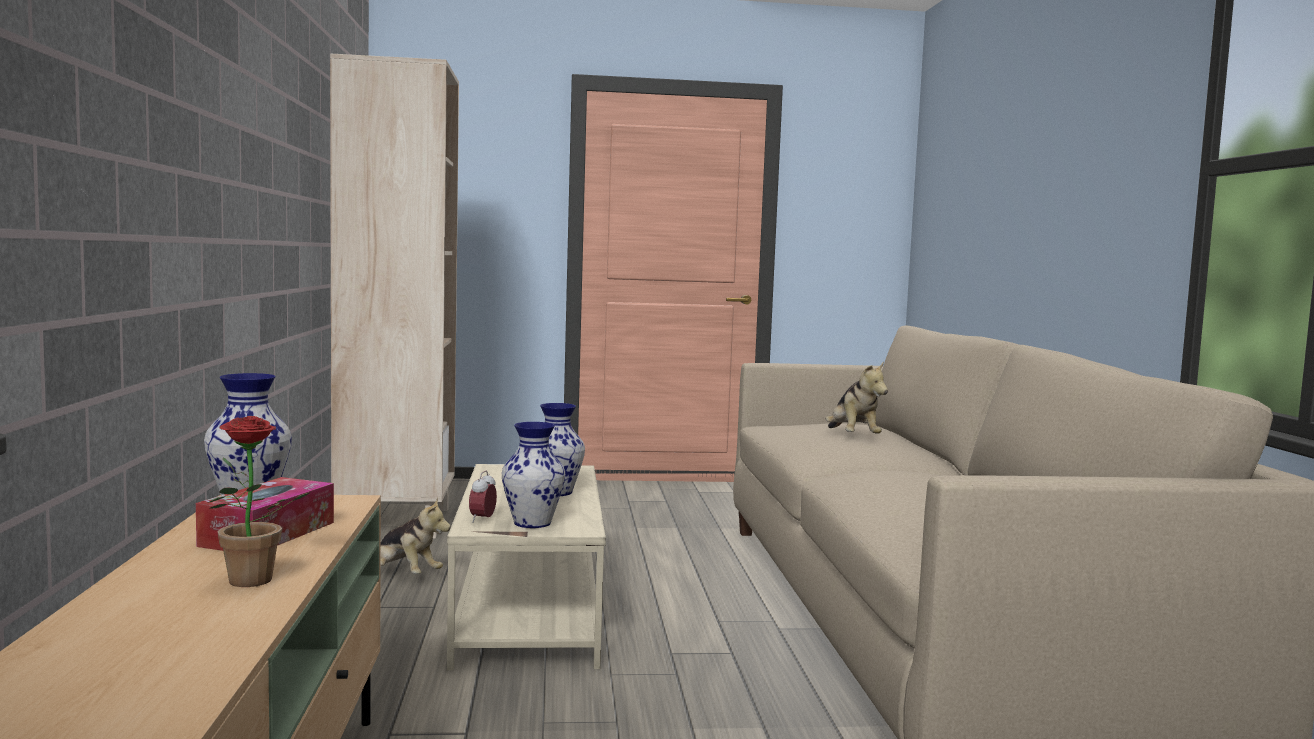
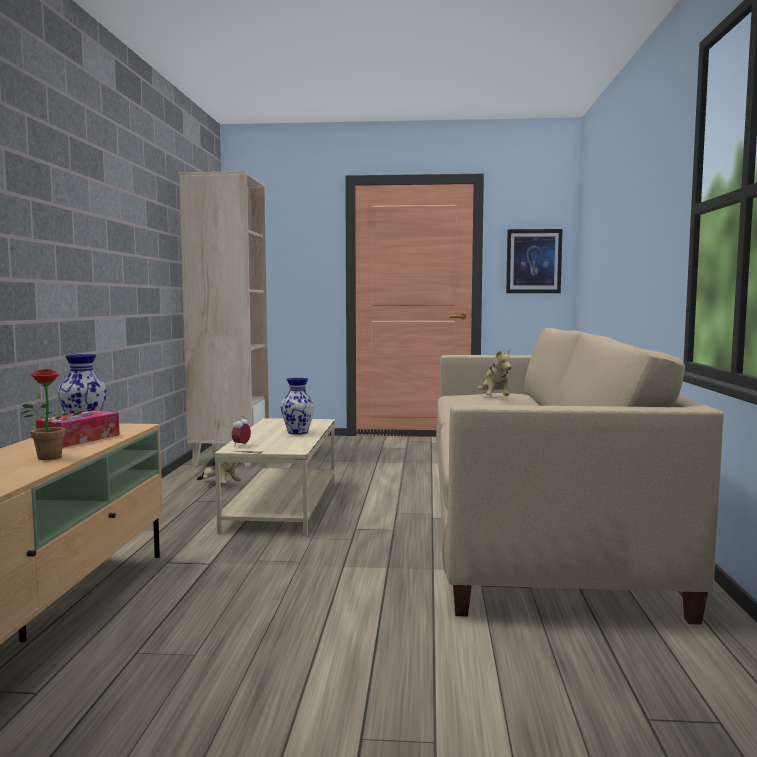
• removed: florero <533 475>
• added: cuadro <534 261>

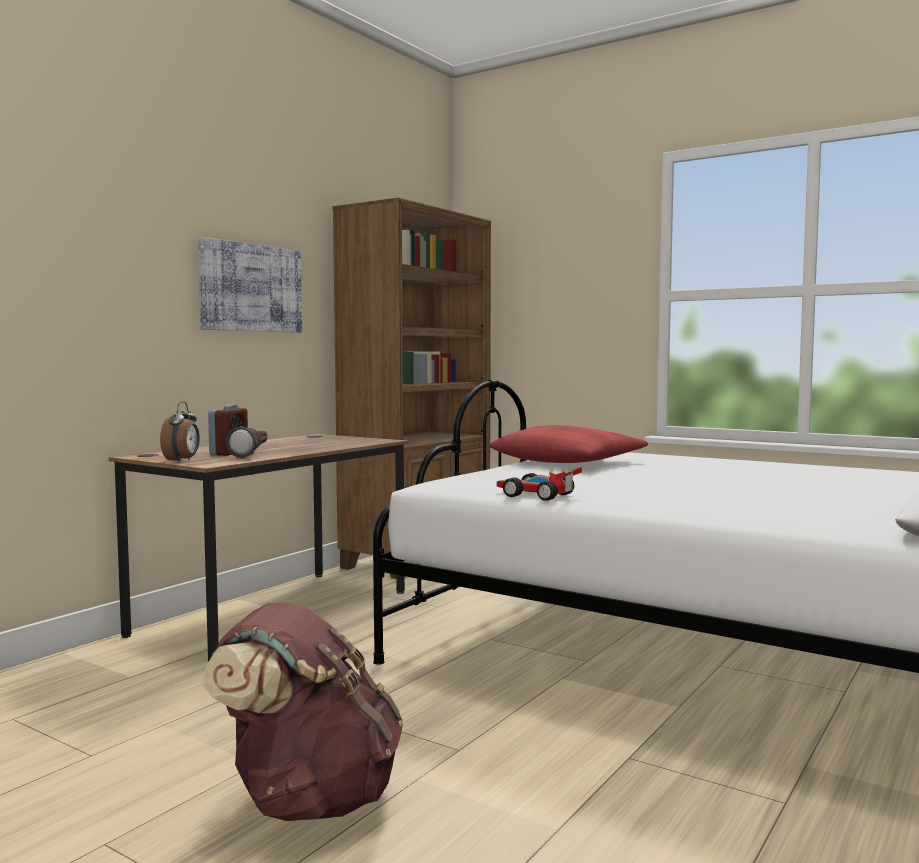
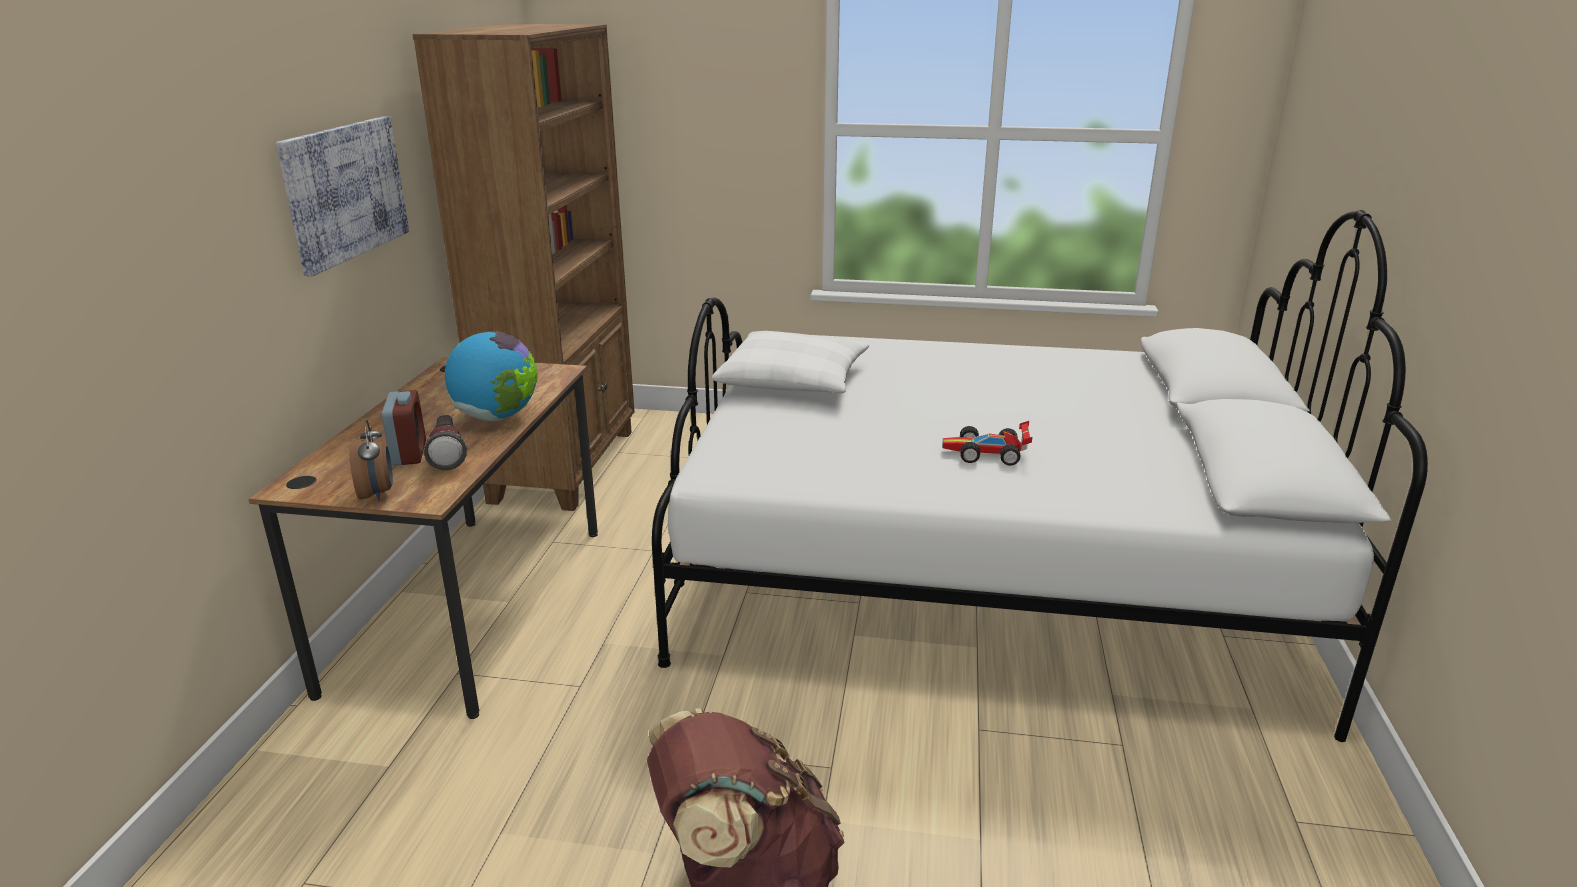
• recoloured: cojín/rojo <568 444> to cojín/blanco <790 362>
• moved: coche de juguete <539 484> to <987 443>
• added: globo terráqueo <491 376>

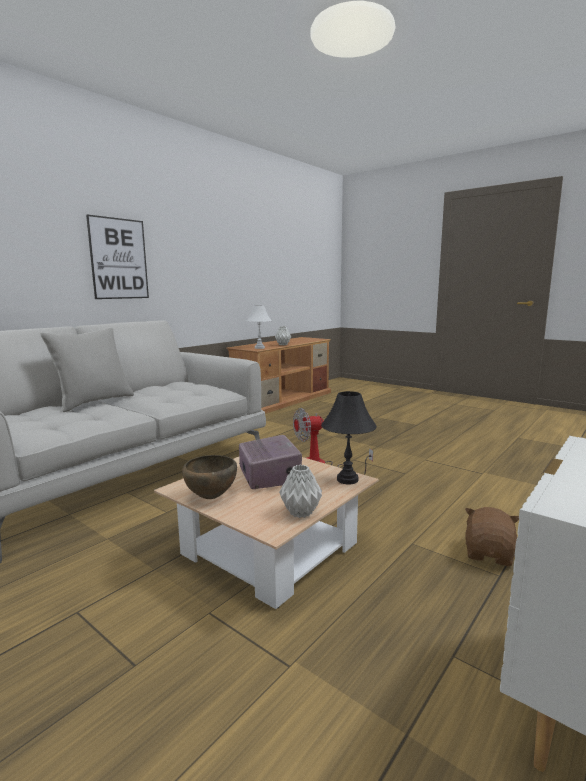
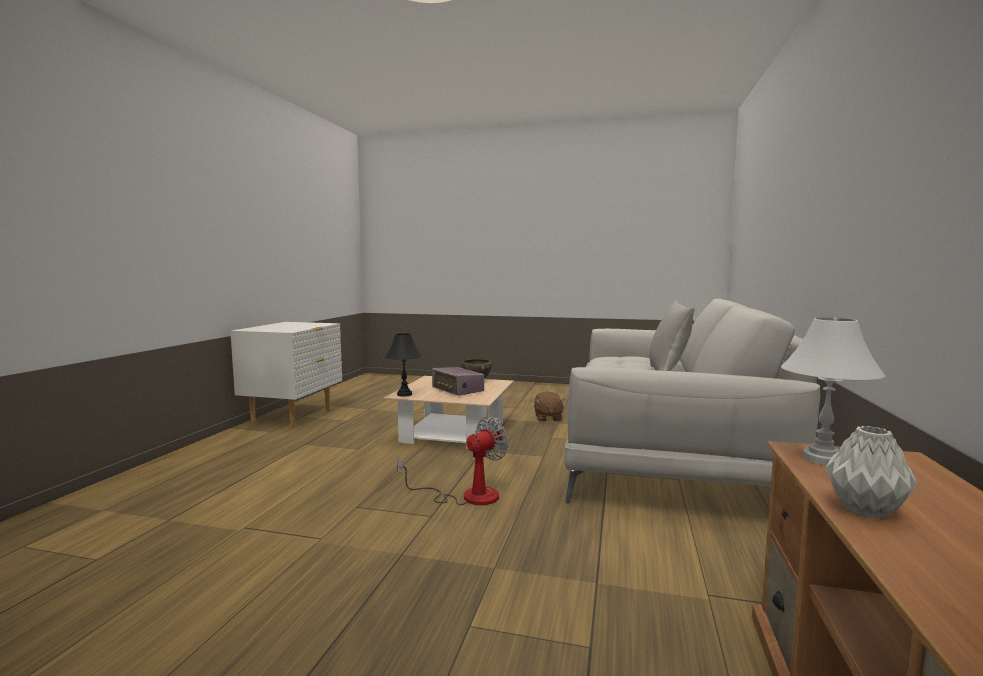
• removed: cuadro <117 256>
• removed: florero/gris <300 491>
• moved: peluche/marrón <492 536> to <549 406>

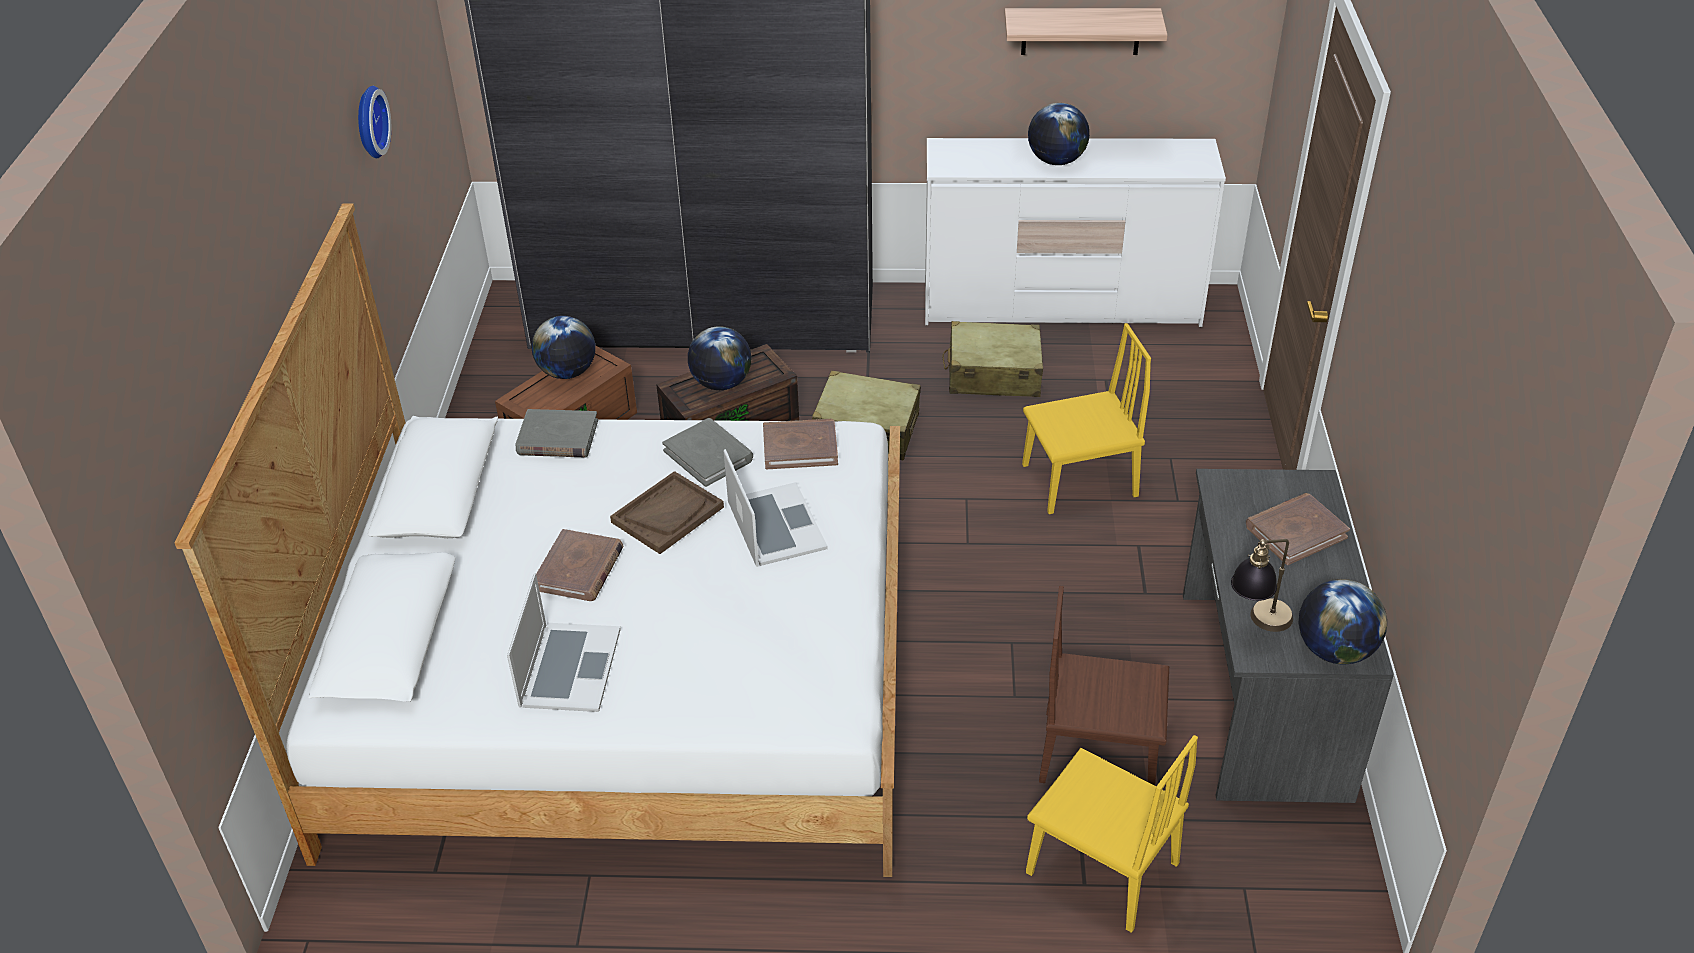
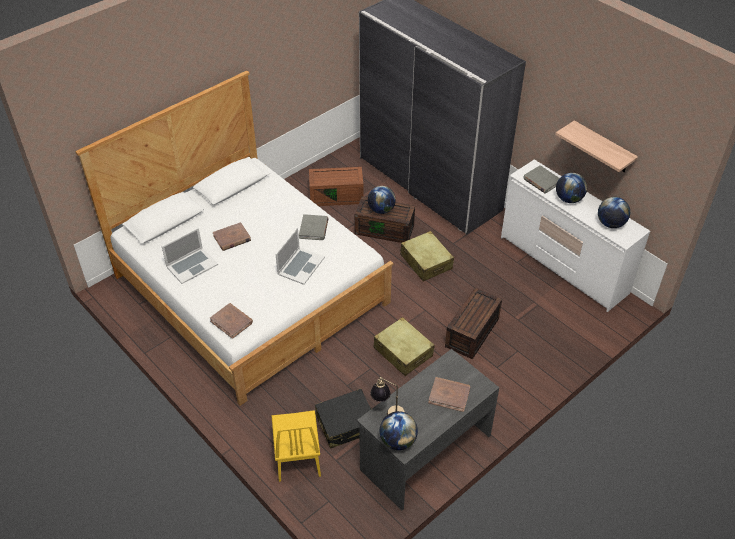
• removed: reloj de pared <374 122>
• moved: libro/gris <556 433> to <541 179>
• moved: globo terráqueo <564 347> to <614 212>
• removed: bandeja/marrón <667 512>
• moved: libro/marrón <800 444> to <231 321>
• moved: maleta/beis <992 359> to <404 346>
• replaced: silla/amarillo <1086 418> to caja de almacenaje/marrón <473 323>
• replaced: silla/marrón <1104 686> to maleta/negro <343 419>

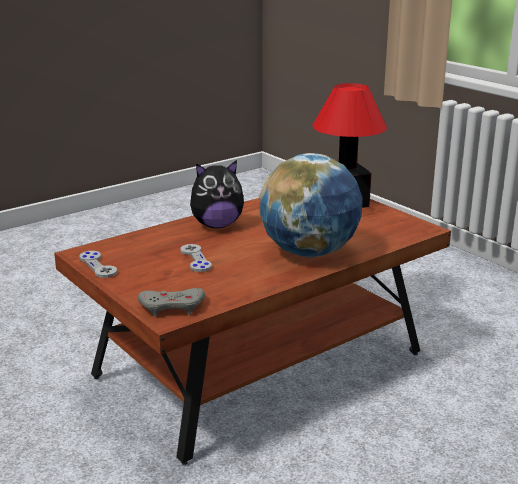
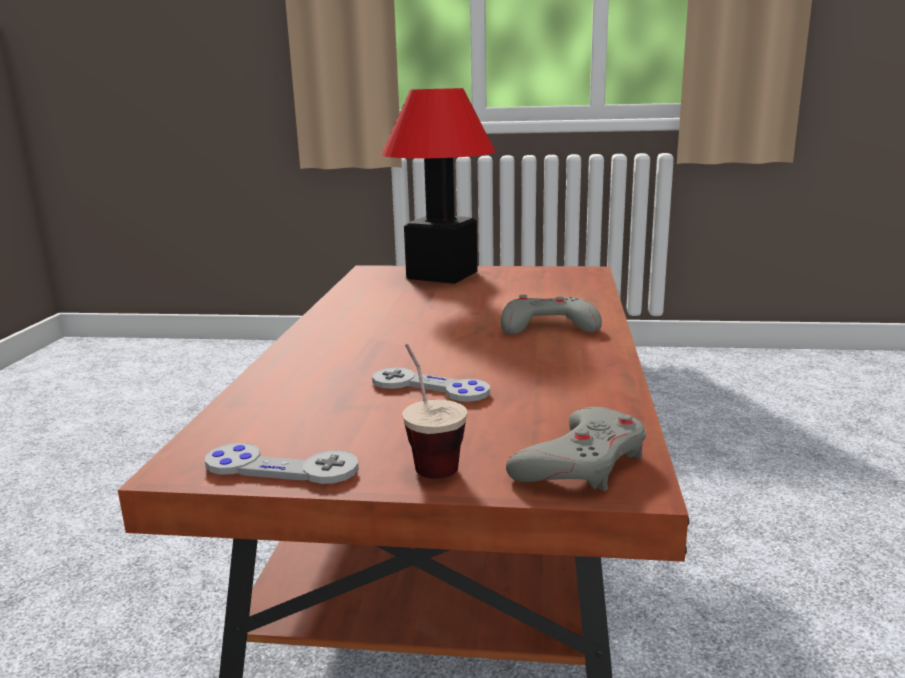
• removed: peluche <217 194>
• replaced: globo terráqueo <311 205> to mando de consola/gris <551 314>
• added: taza <434 411>

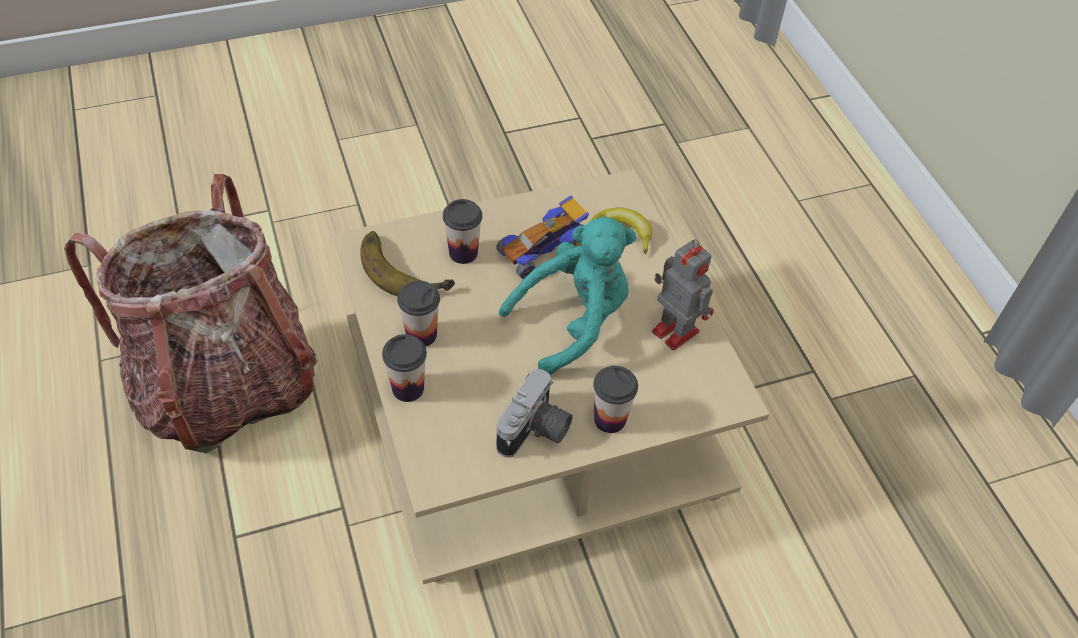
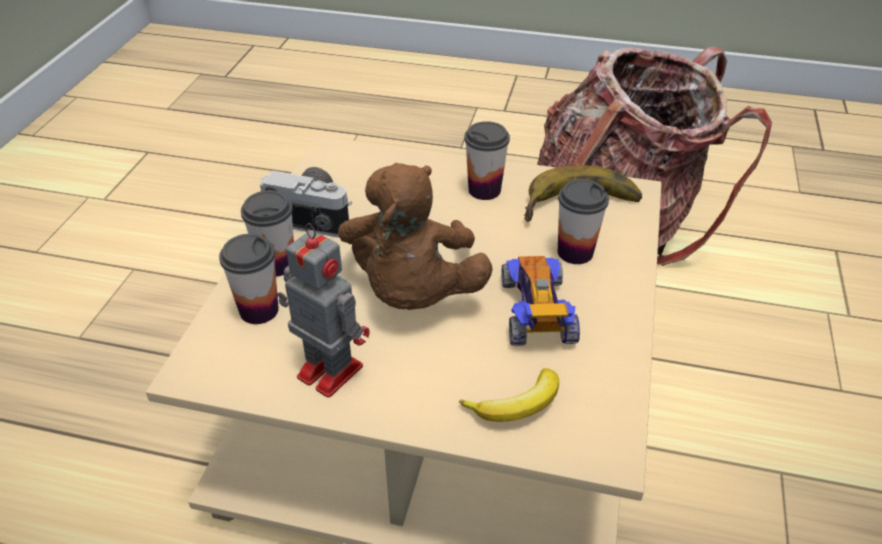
• moved: taza <404 368> to <249 279>
• turned: cámara <535 413> = <306 202> 135 degrees clockwise
• recoloured: peluche/turquesa <568 296> to peluche/marrón <415 236>
• turned: robot de juguete <683 294> = <324 310> 135 degrees counterclockwise

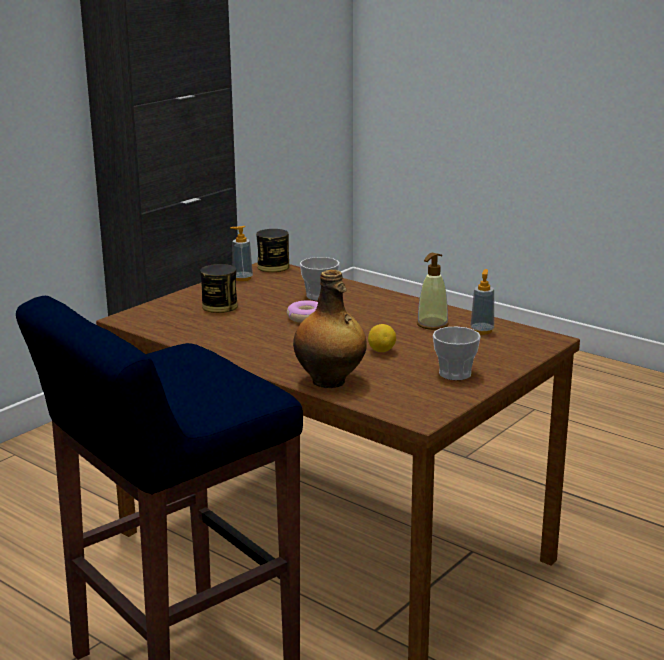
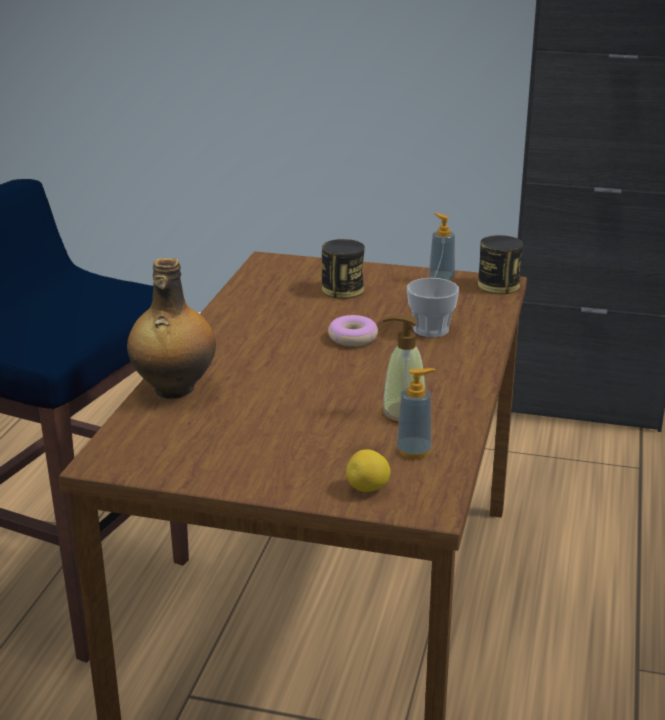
• moved: limón <382 338> to <368 470>
• removed: taza <457 353>

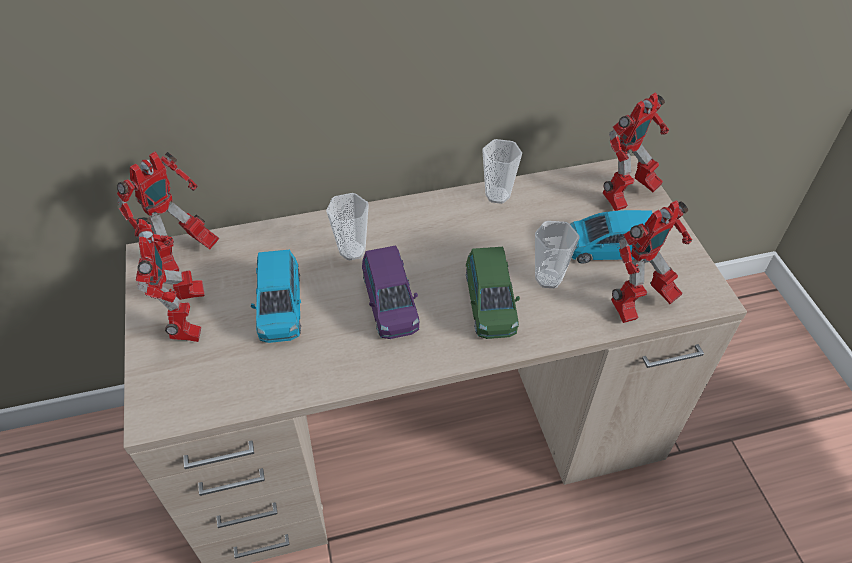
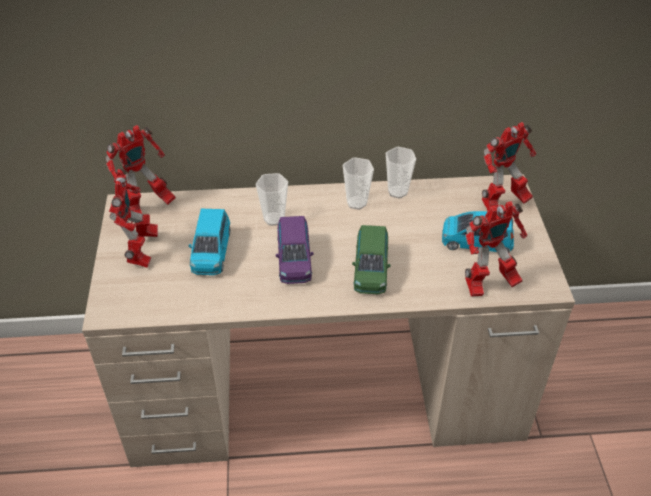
• moved: taza <557 254> to <358 183>

